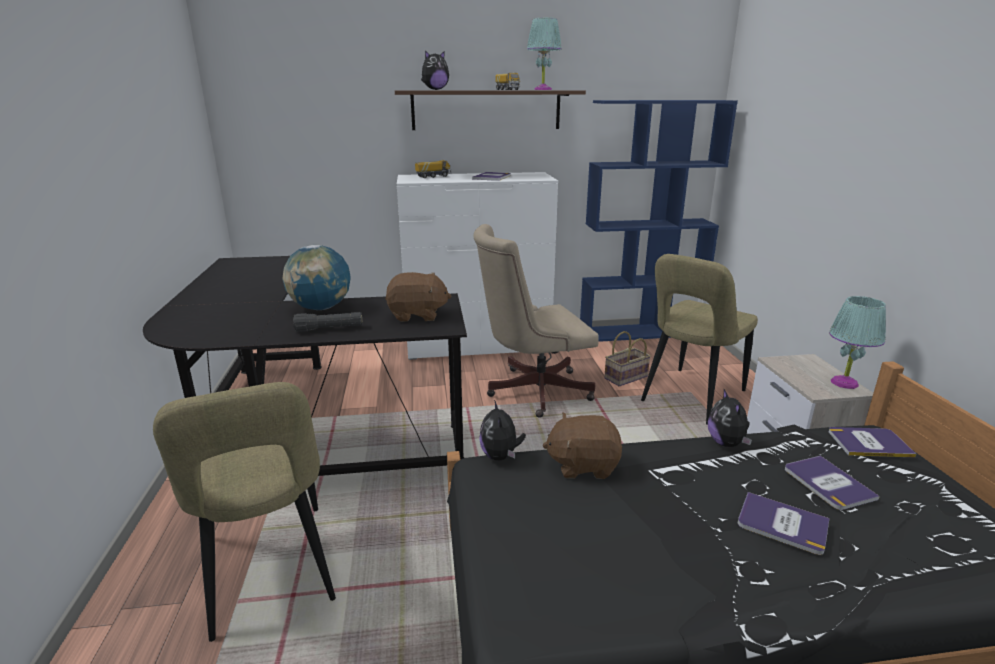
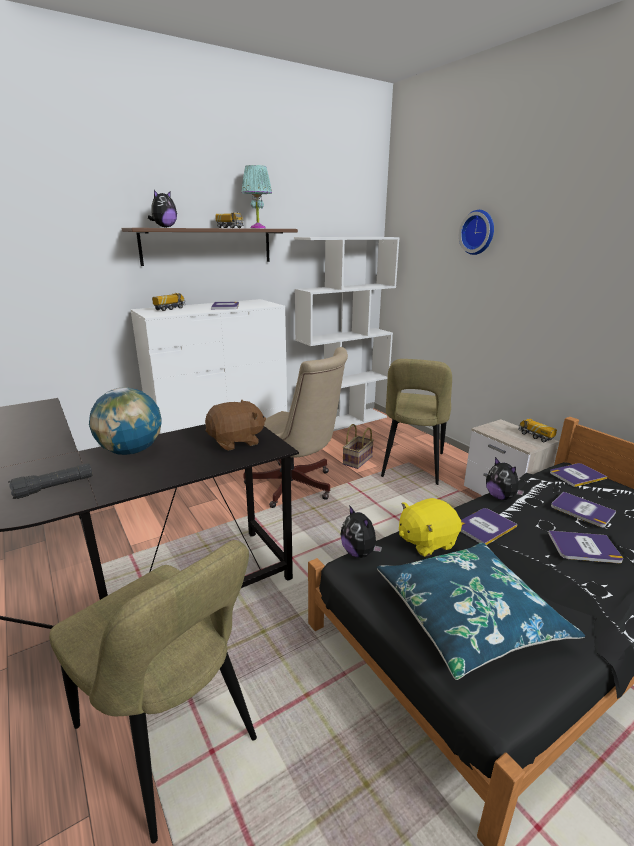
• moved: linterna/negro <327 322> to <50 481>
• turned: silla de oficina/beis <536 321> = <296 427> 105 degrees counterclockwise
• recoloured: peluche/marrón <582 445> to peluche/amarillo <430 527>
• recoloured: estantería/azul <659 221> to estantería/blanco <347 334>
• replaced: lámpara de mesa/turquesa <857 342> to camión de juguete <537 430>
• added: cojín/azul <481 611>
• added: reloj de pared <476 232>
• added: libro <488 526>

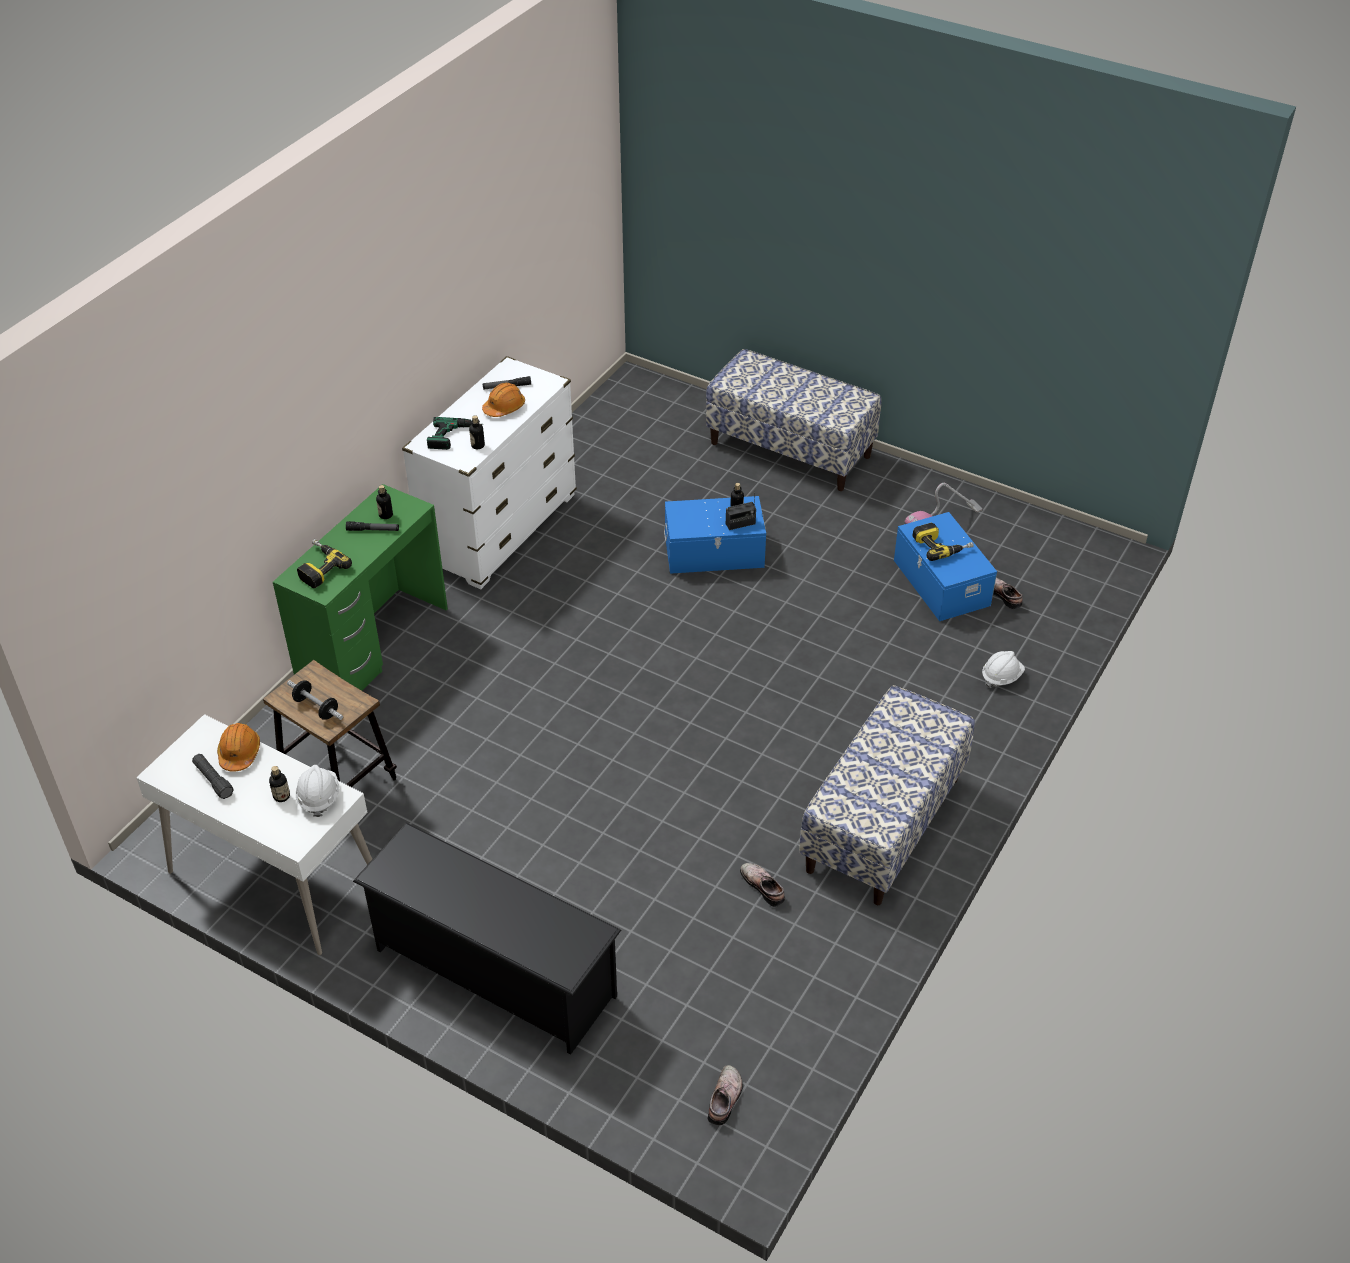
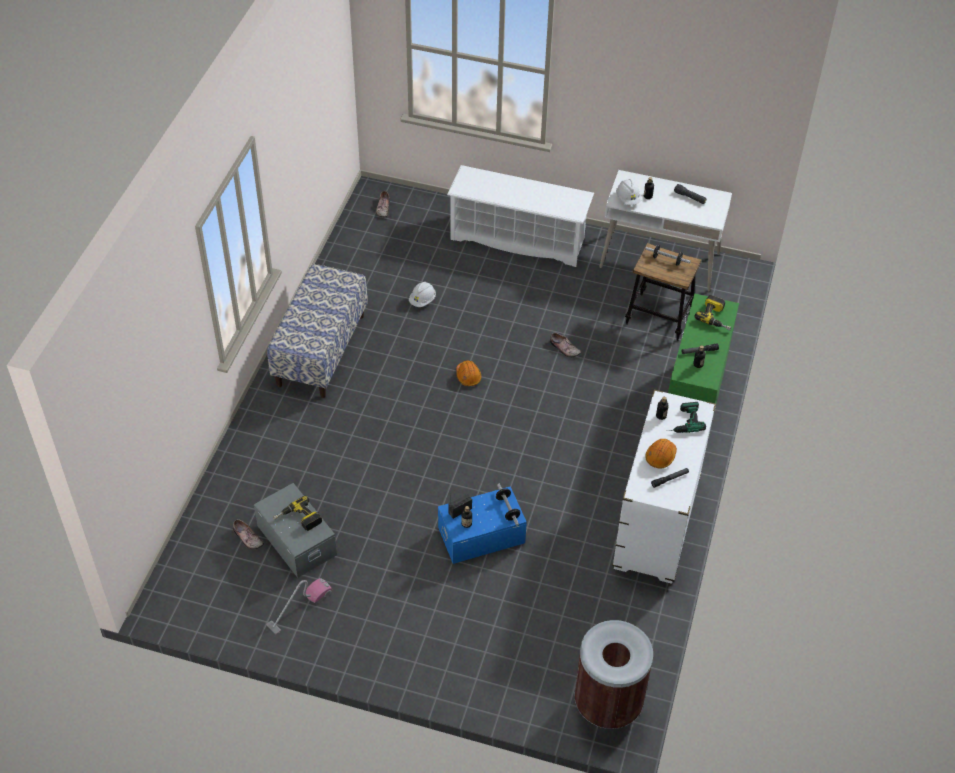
• moved: casco/naranja <238 747> to <468 373>
• recoloured: zapatero/negro <487 939> to zapatero/blanco <520 216>
• removed: banco <794 420>
• moved: zapato <762 885> to <565 345>
• recoloured: caja de almacenaje/azul <945 566> to caja de almacenaje/gris <295 530>
• moved: casco/blanco <1003 669> to <422 294>
• added: mancuerna <508 505>
• added: papelera/marrón <614 674>

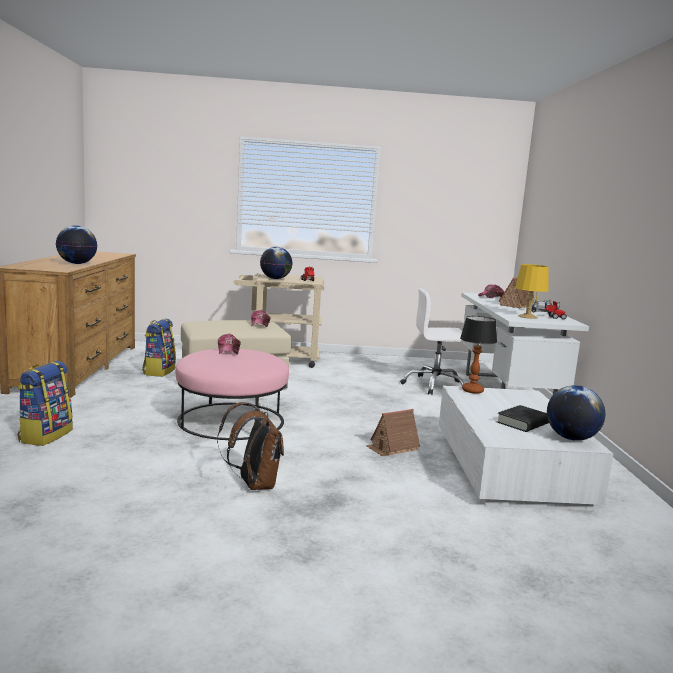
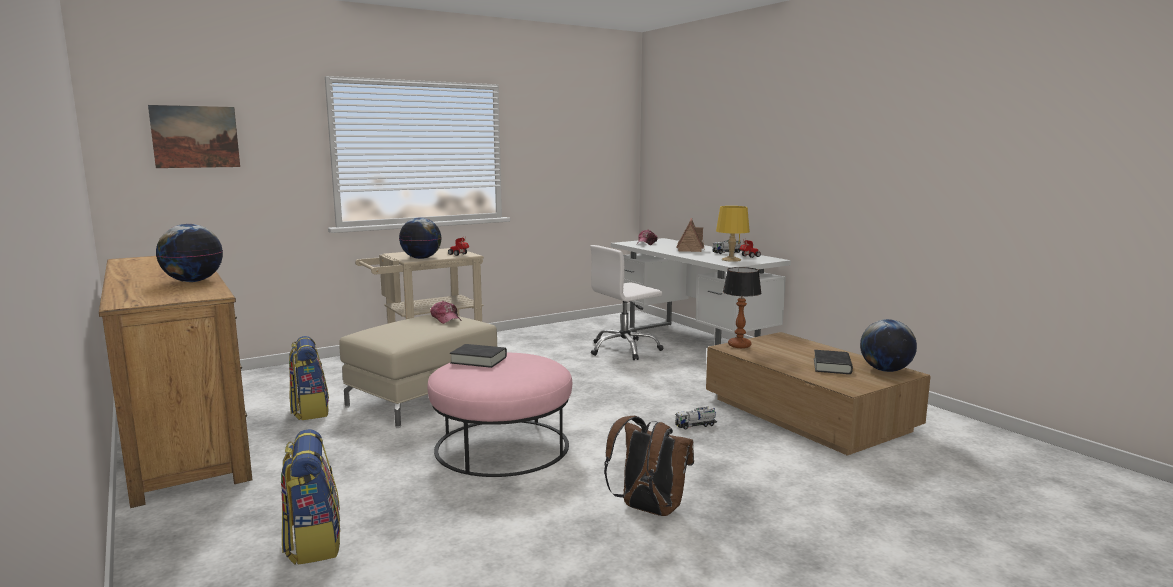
• replaced: gorra <229 344> to libro/negro <478 356>
• replaced: casita <393 433> to camión de juguete <696 418>
• recoloured: mesa de centro/blanco <526 448> to mesa de centro/marrón <818 394>
• added: cuadro <194 136>

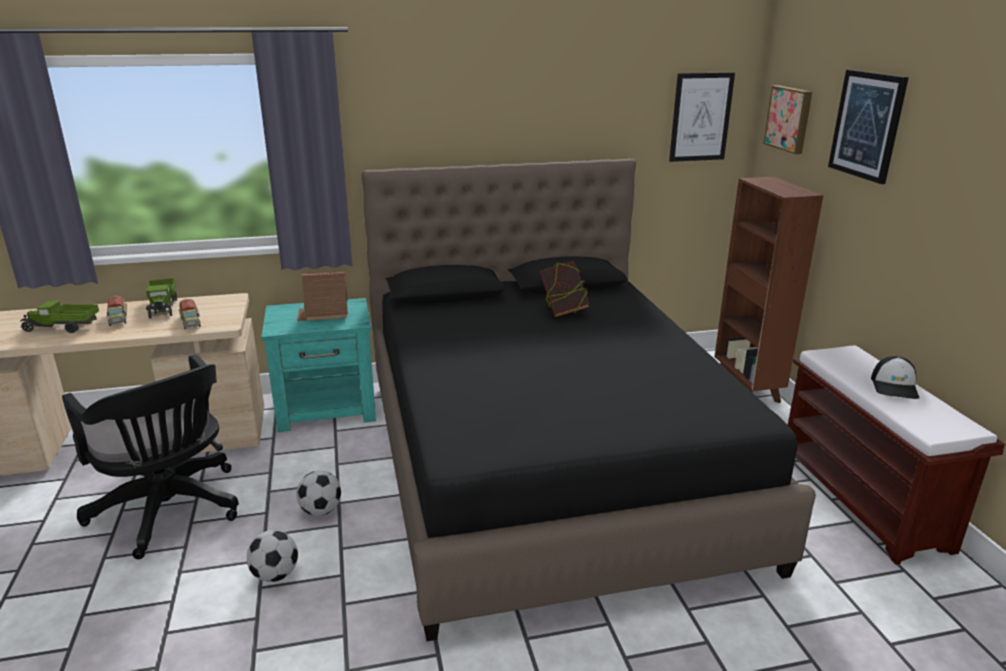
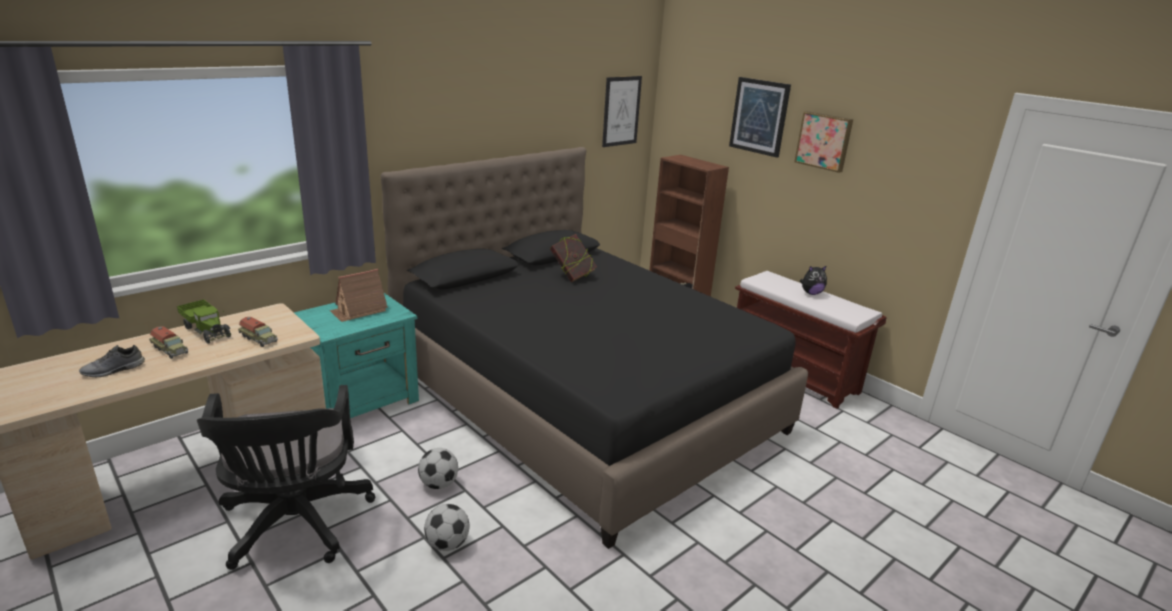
• replaced: camión de juguete <59 316> to zapato/gris <112 361>
• turned: silla de oficina/negro <150 456> = <286 477> 60 degrees clockwise
• moved: cuadro <787 119> to <823 142>
• replaced: gorra <895 377> to peluche <813 280>

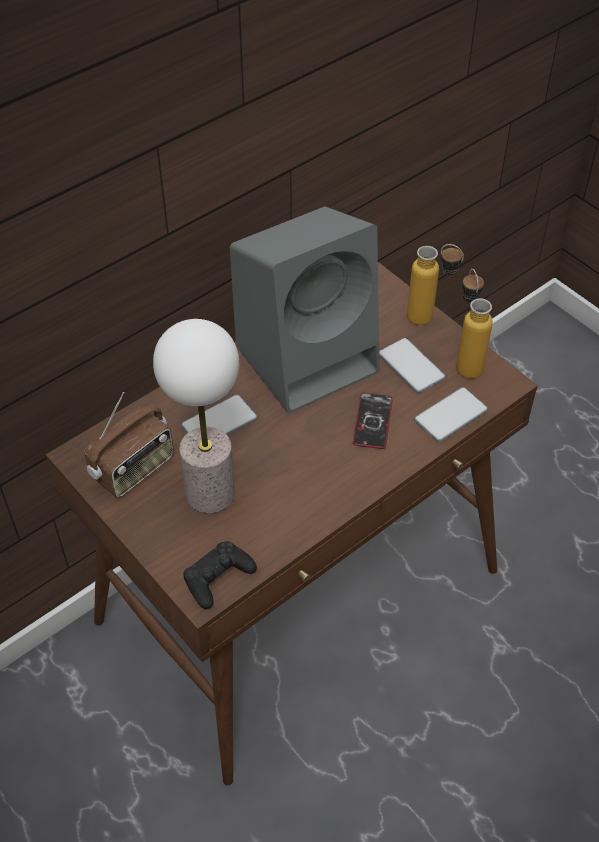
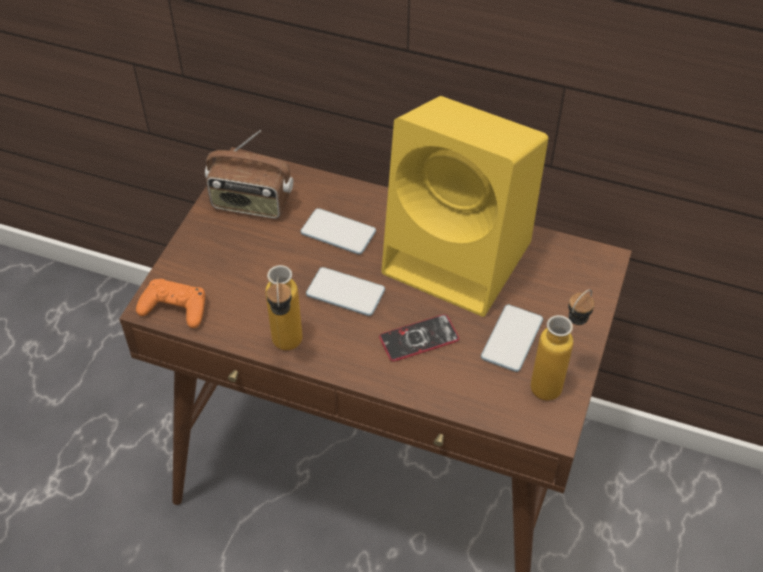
• removed: lámpara de mesa <196 416>
• recoloured: mando de consola/negro <220 575> to mando de consola/naranja <170 303>
• recoloured: altavoz/gris <305 310> to altavoz/amarillo <464 206>
• moved: botella <435 284> to <283 307>
• moved: móvil <451 414> to <345 291>

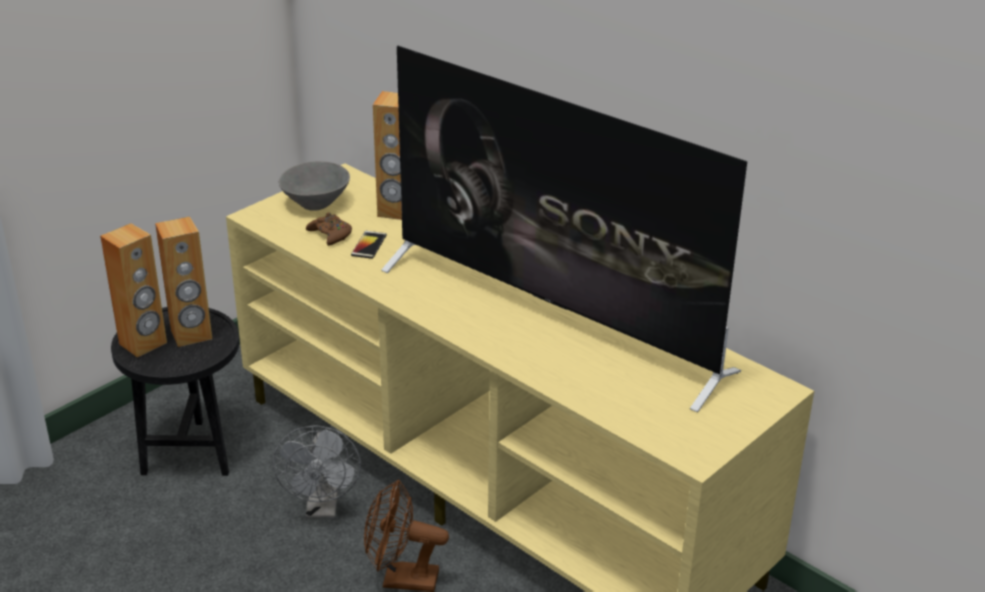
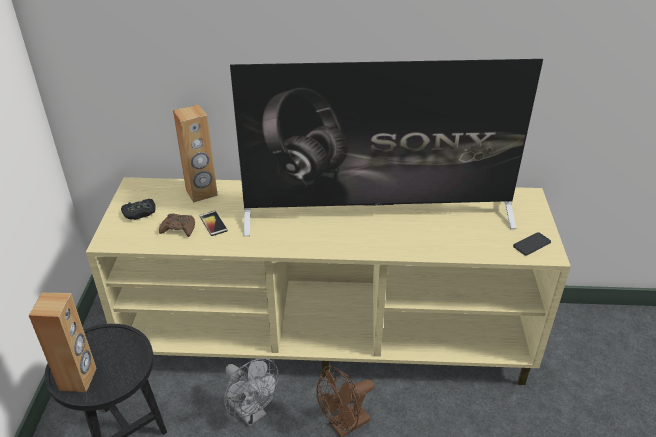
• removed: altavoz/marrón <183 281>
• replaced: cuenco/gris <314 186> to mando de consola/negro <138 209>
• added: móvil <532 243>

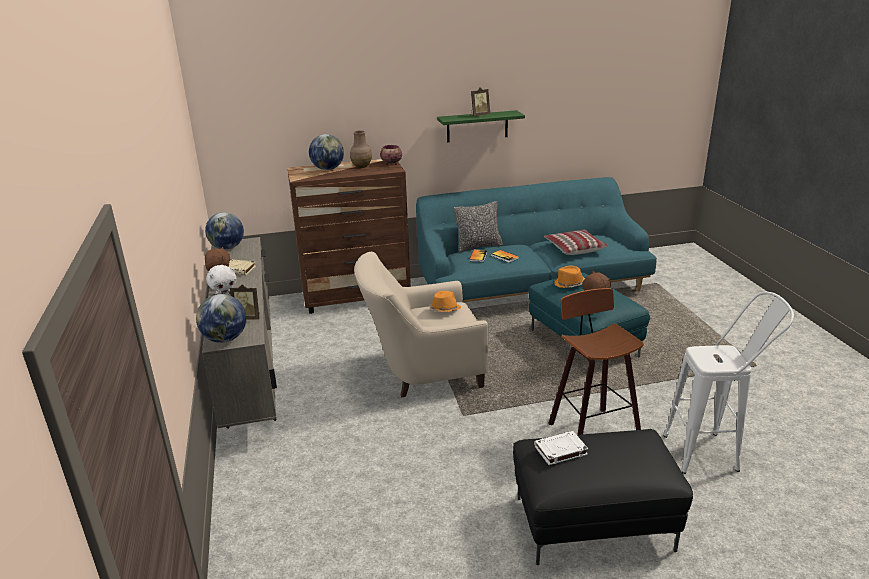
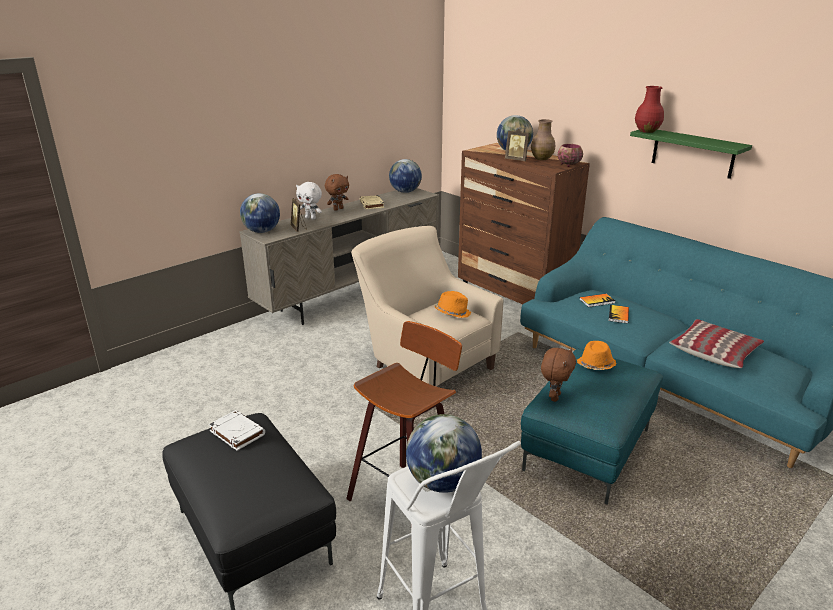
• removed: cojín <478 226>
• moved: portarretratos <480 101> to <517 145>
• added: globo terráqueo <444 453>
• added: florero/rojo <649 109>

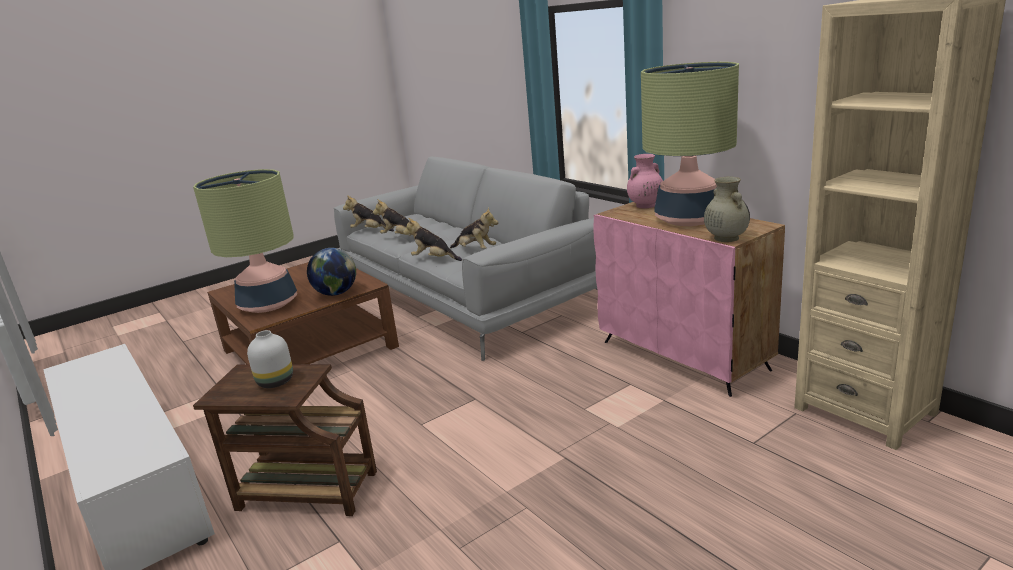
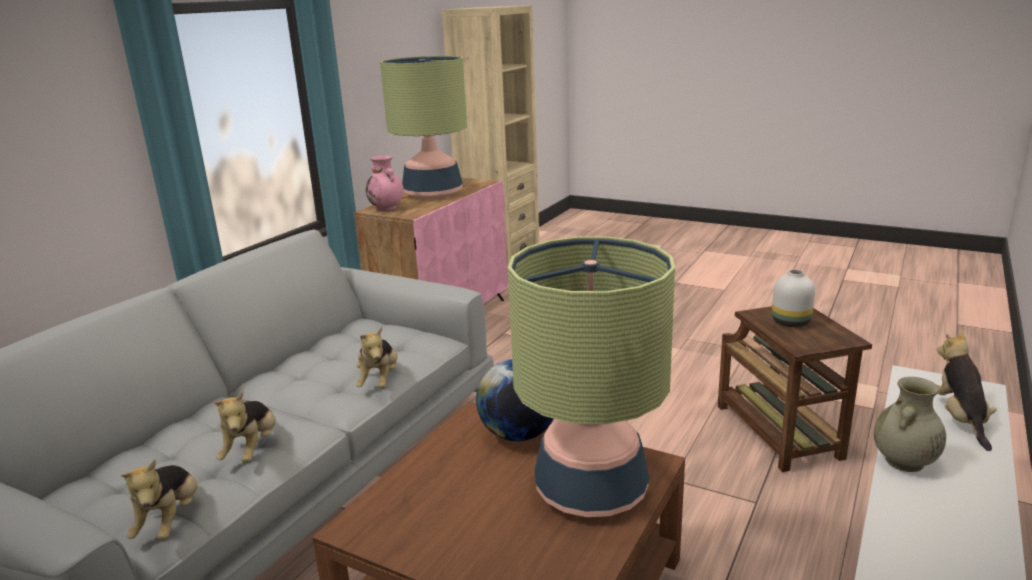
• moved: peluche <474 228> to <967 390>
• moved: florero/beis <727 209> to <910 424>

